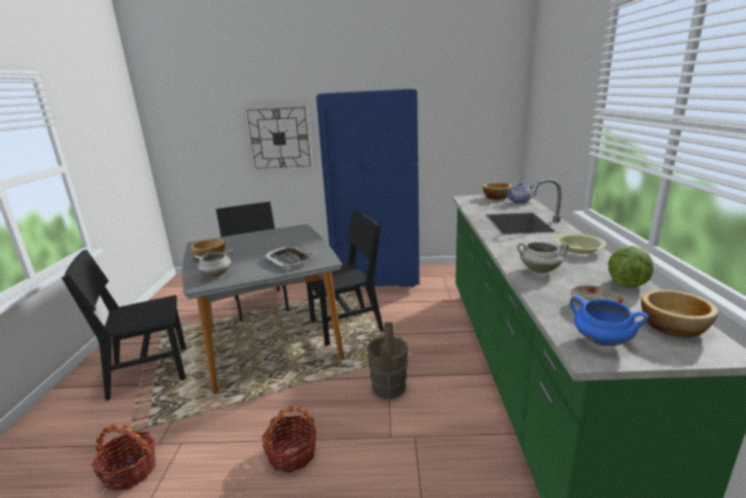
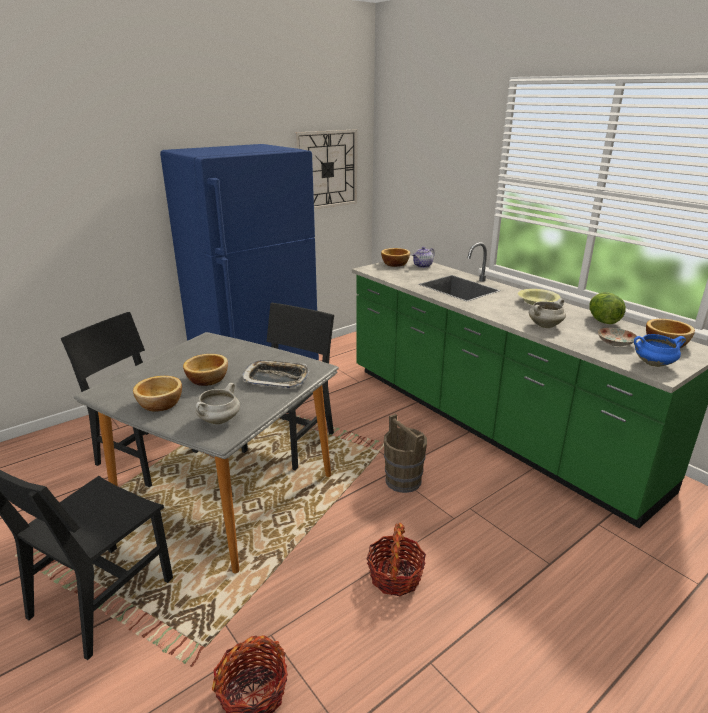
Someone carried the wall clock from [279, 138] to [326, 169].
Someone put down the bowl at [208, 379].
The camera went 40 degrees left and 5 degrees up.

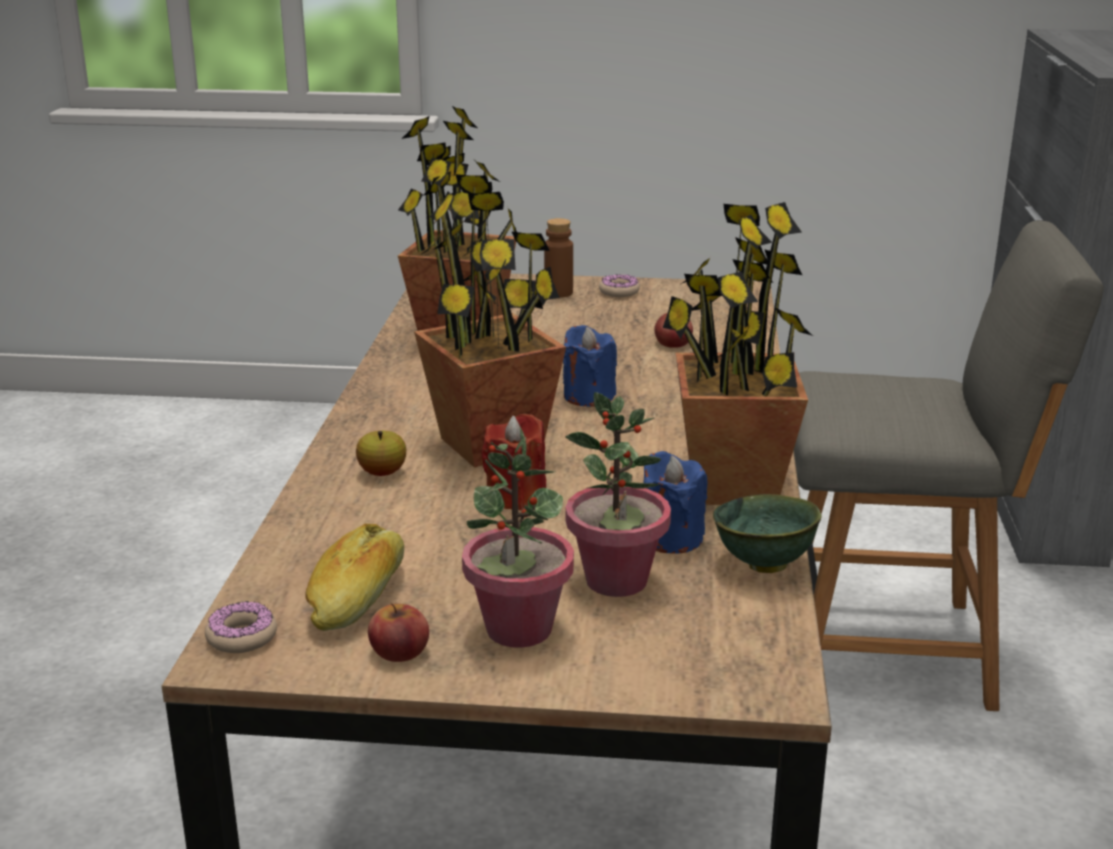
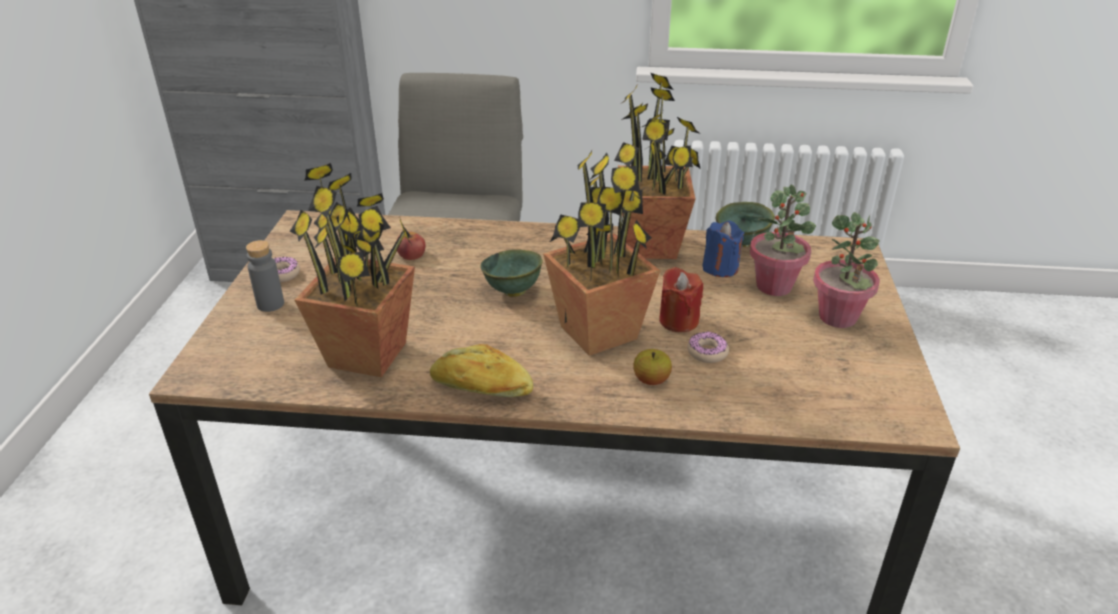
Someone repainted the brown bottle at [558, 293], which became the grey bottle at [270, 304].
Someone swapped the blue candle at [588, 396] for the green bowl at [512, 292].
Someone carried the bread from [358, 598] to [481, 388].
Someone carried the donut from [242, 637] to [707, 352].
Someone took away the apple at [399, 651].
The camera went 90 degrees left and 10 degrees up.

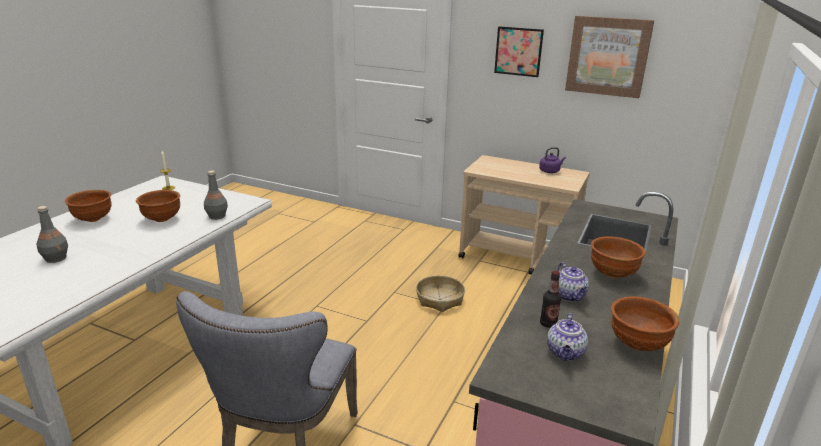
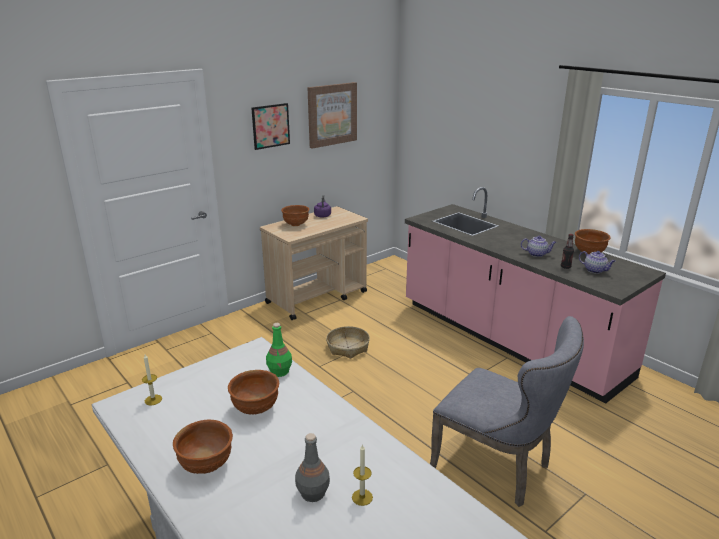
Someone repainted the grey bottle at [217, 216], which became the green bottle at [280, 371].
Someone carried the brown bowl from [613, 274] to [296, 224].
Someone put down the candle at [362, 497].
The camera went 65 degrees left and 0 degrees up.

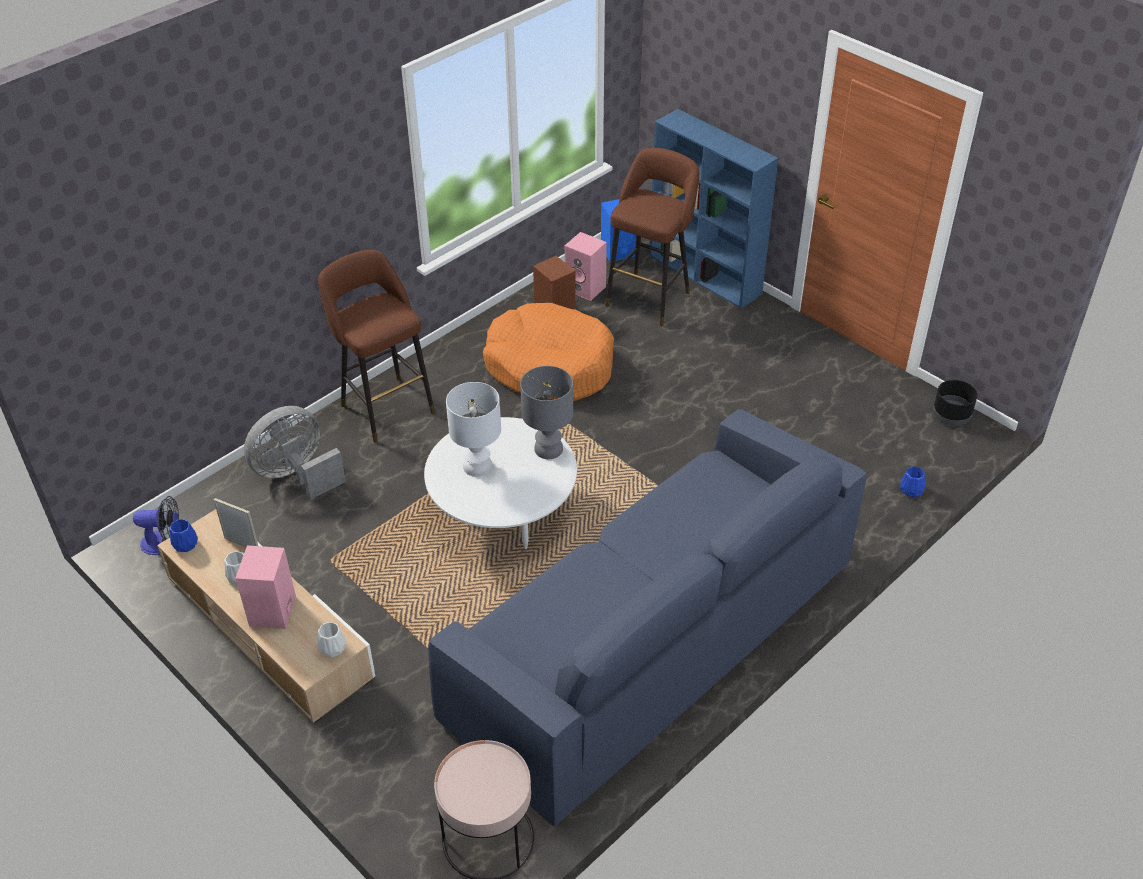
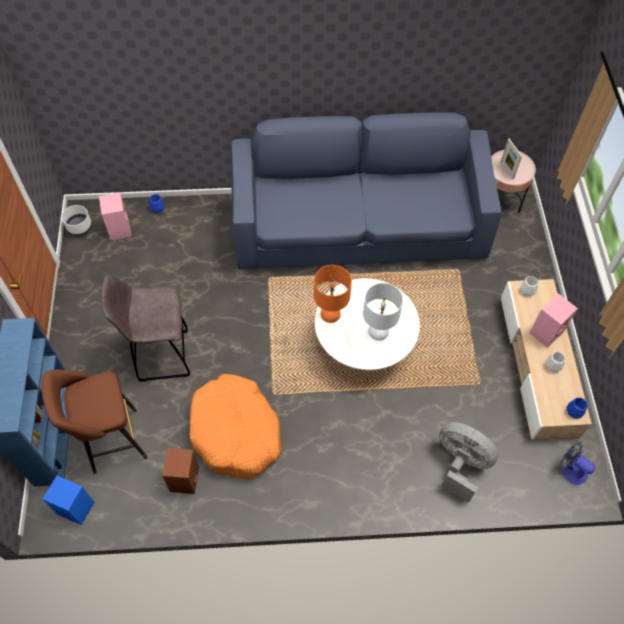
Someone carried the pink speaker from [586, 288] to [119, 228].
Someone took away the brown stool at [384, 406].
Someone repainted the grey table lamp at [548, 449], which became the orange table lamp at [331, 313].
Someone repainted the black planter at [951, 415], which became the white planter at [80, 228].
Someone rotated the grey fan at [296, 475] by 150 degrees counterclockwise.
Someone carried the picture frame from [241, 544] to [507, 170].
Someone put down the grey stool at [161, 355].
The camera went 140 degrees left and 15 degrees up.

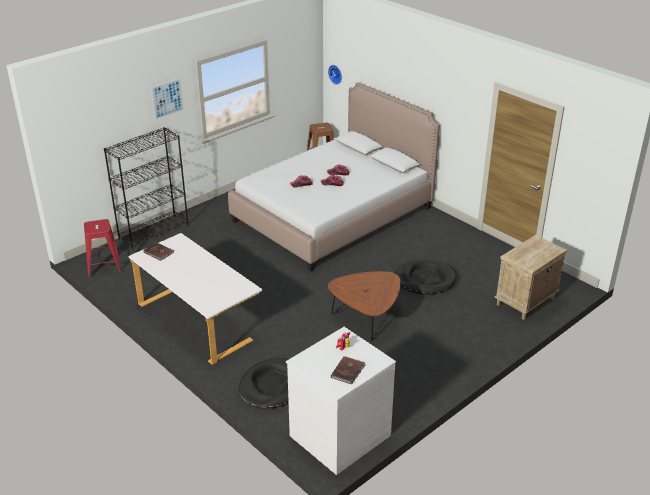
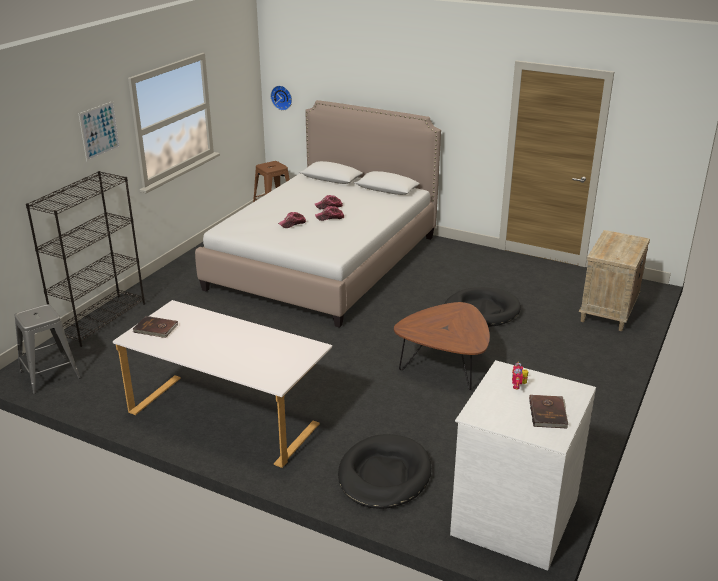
Someone repainted the red stool at [104, 266], which became the grey stool at [50, 375].
The camera went 20 degrees left and 5 degrees down.

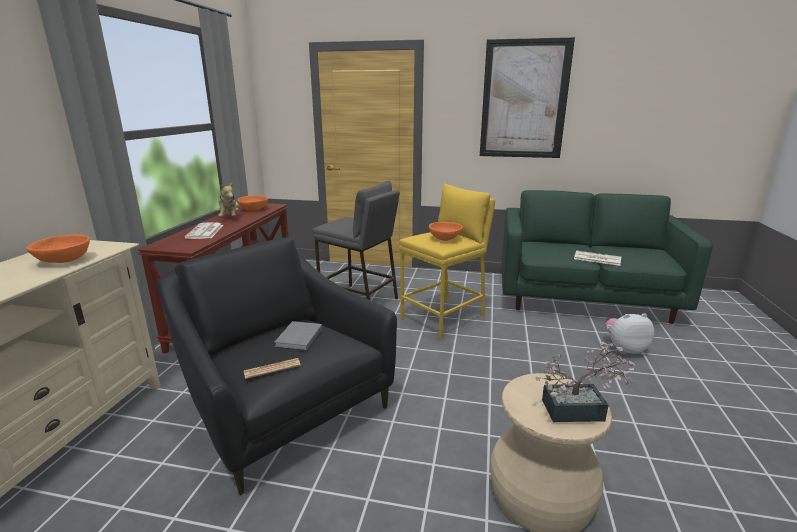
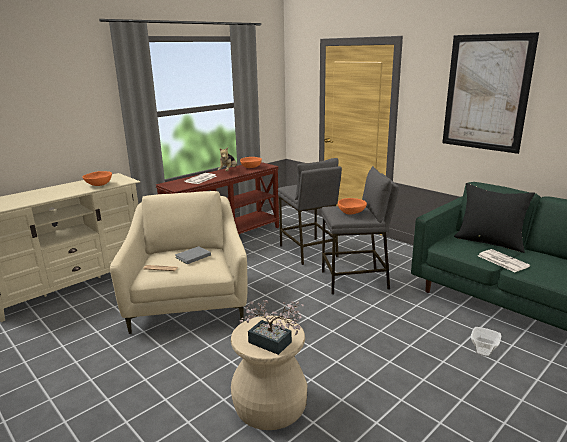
Someone repainted the yellow stool at [444, 318], which became the grey stool at [355, 280].
Someone repainted the black armchair at [281, 408], which became the beige armchair at [189, 301].
Someone swapped the plush toy at [624, 349] for the bowl at [482, 352].
Someone put down the black pillow at [489, 242].
The camera went 35 degrees right and 0 degrees up.

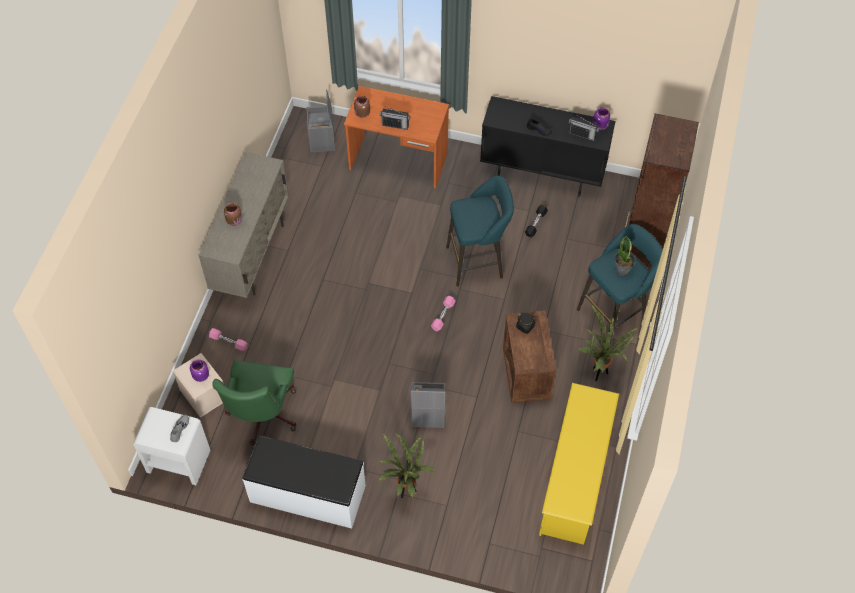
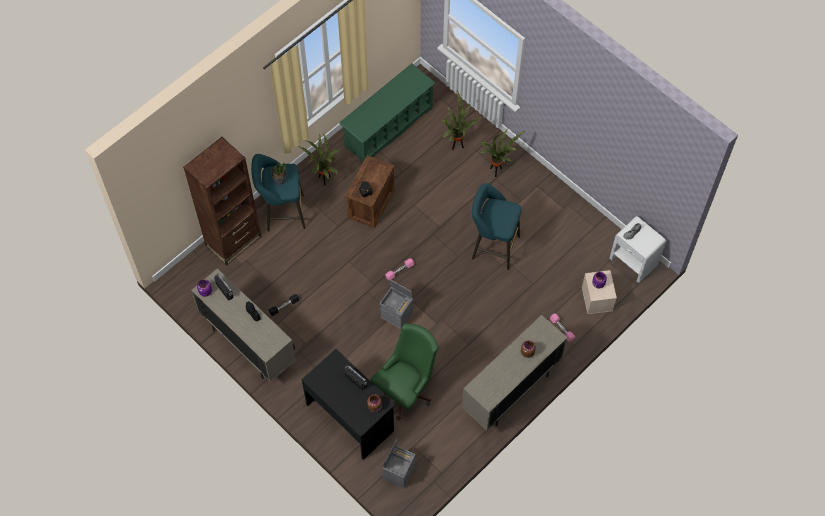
Someone repainted the orange desk at [398, 162], which became the black desk at [350, 416].
Someone repainted the black cabinet at [542, 175], which became the beige cabinet at [248, 344].
Someone carried the turquoise stool from [478, 261] to [492, 246].
Someone carried the green office chair from [261, 417] to [406, 389].
Someone carried the grey storage box from [427, 415] to [397, 314].
Someone repainted the yellow shoe rack at [574, 478], which became the green shoe rack at [388, 127].
Someone took away the white bench at [307, 494].
Someone put down the potted plant at [457, 145].
The camera went 150 degrees left and 5 degrees up.

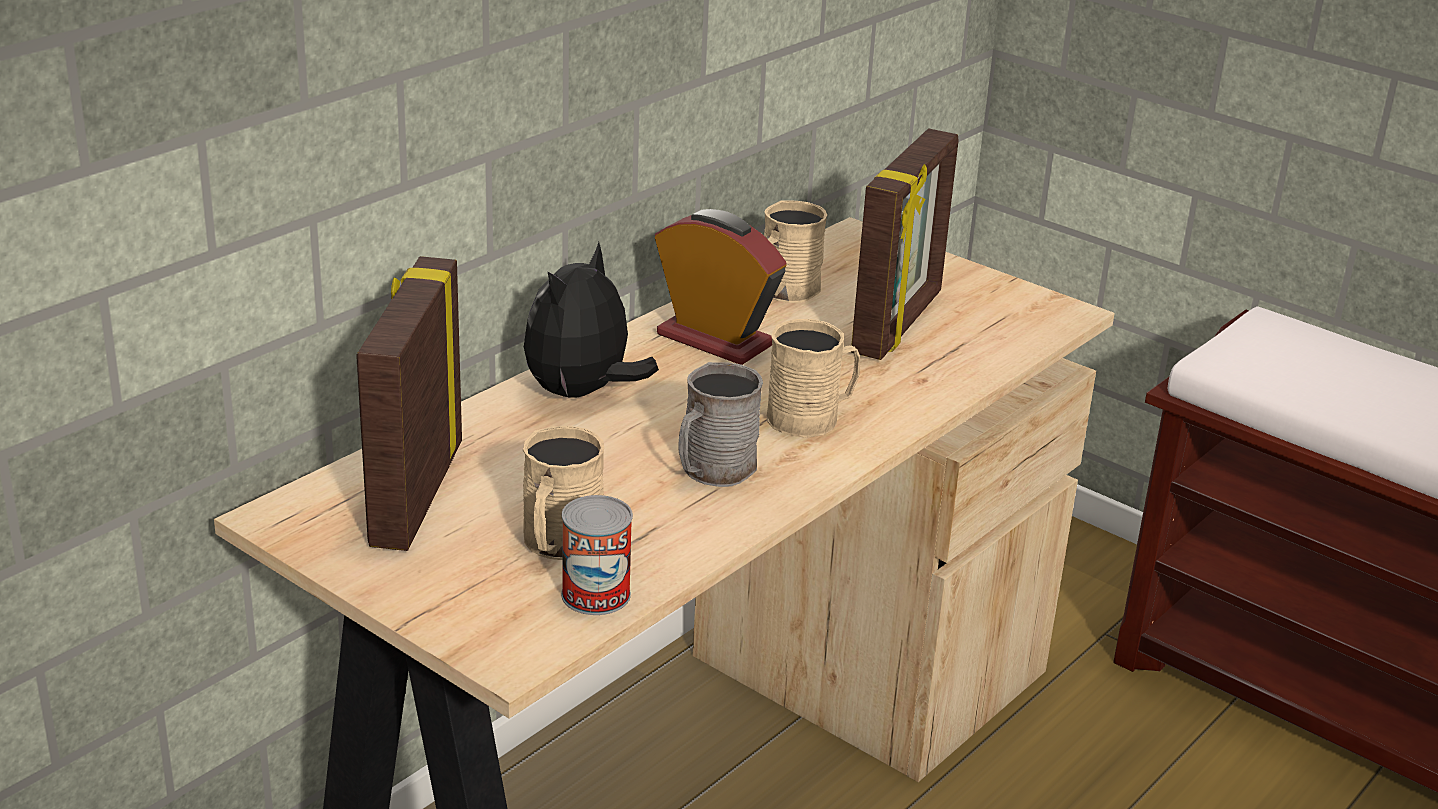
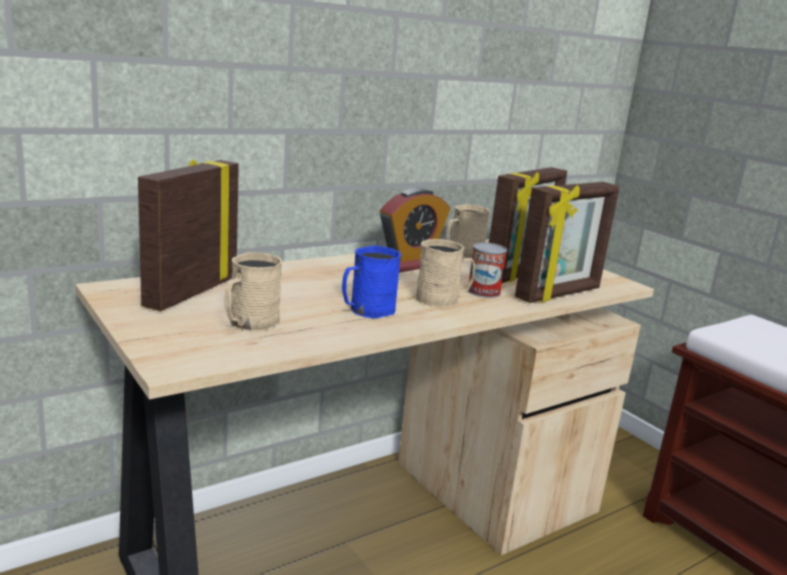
Someone rotated the alarm clock at [715, 340] by 90 degrees clockwise.
Someone took away the plush toy at [582, 393].
Someone repainted the grey mug at [712, 471], which became the blue mug at [367, 311].
Someone carried the can from [596, 594] to [483, 292].
Someone put down the picture frame at [559, 294].
The camera went 15 degrees right and 10 degrees down.

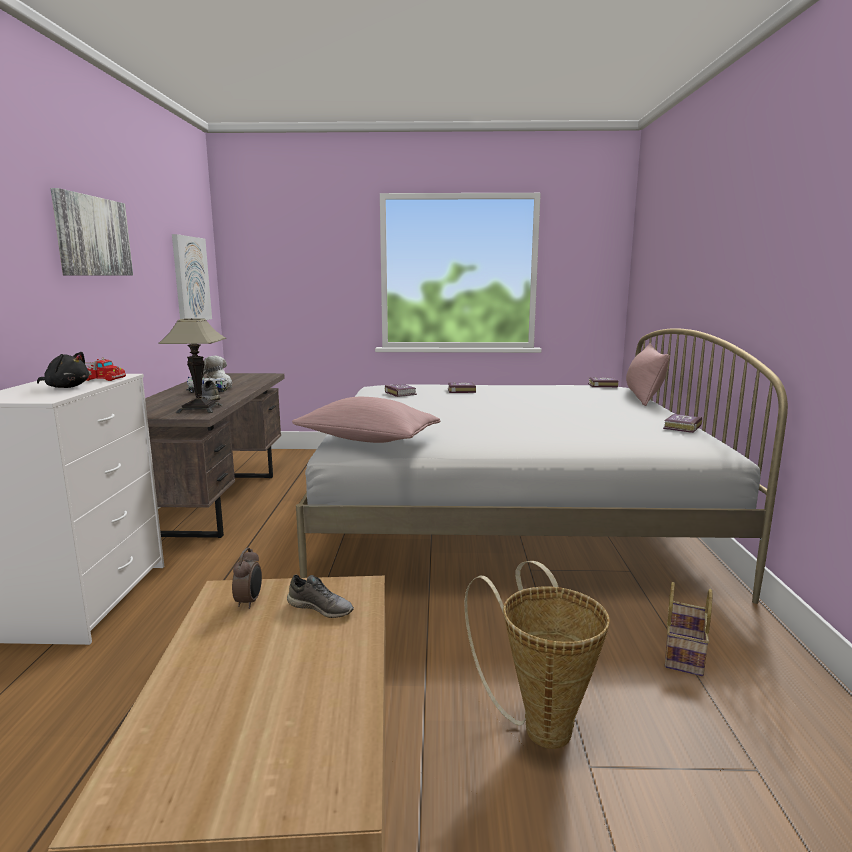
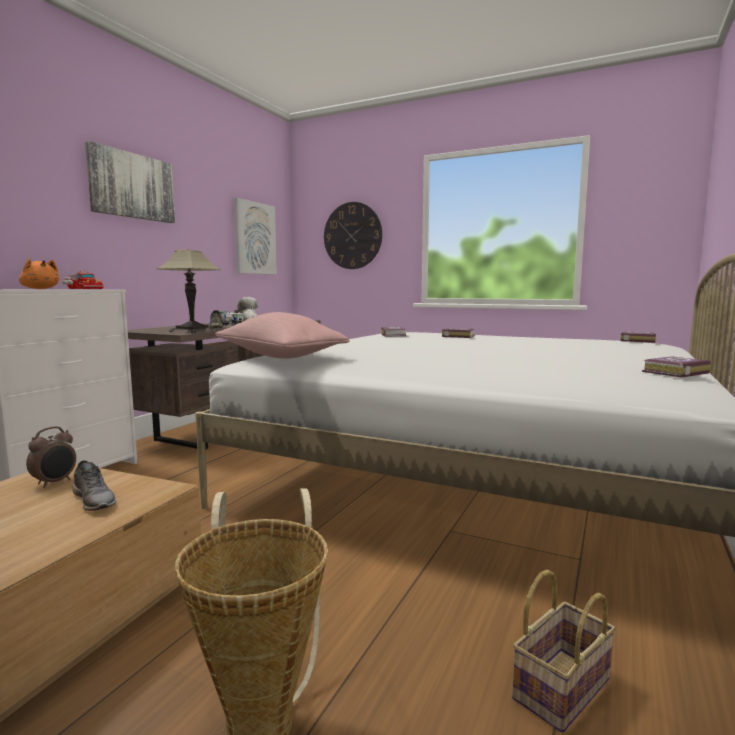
Someone took away the pink pillow at [643, 396].
Someone repainted the black plush toy at [66, 387], which became the orange plush toy at [40, 289].
Someone put up the wall clock at [352, 236].
The camera went 25 degrees right and 5 degrees down.

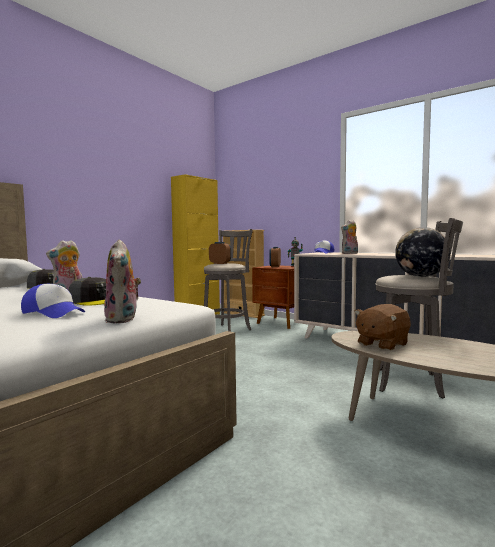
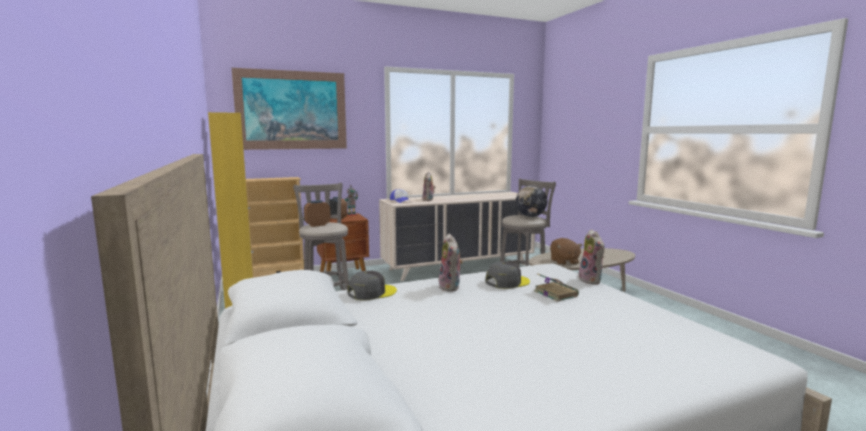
Someone rotated the plush toy at [123, 319] by 60 degrees clockwise.
Someone swapped the cap at [54, 313] for the book at [555, 293].
Someone put up the picture at [292, 110].
The camera went 60 degrees left and 5 degrees up.

